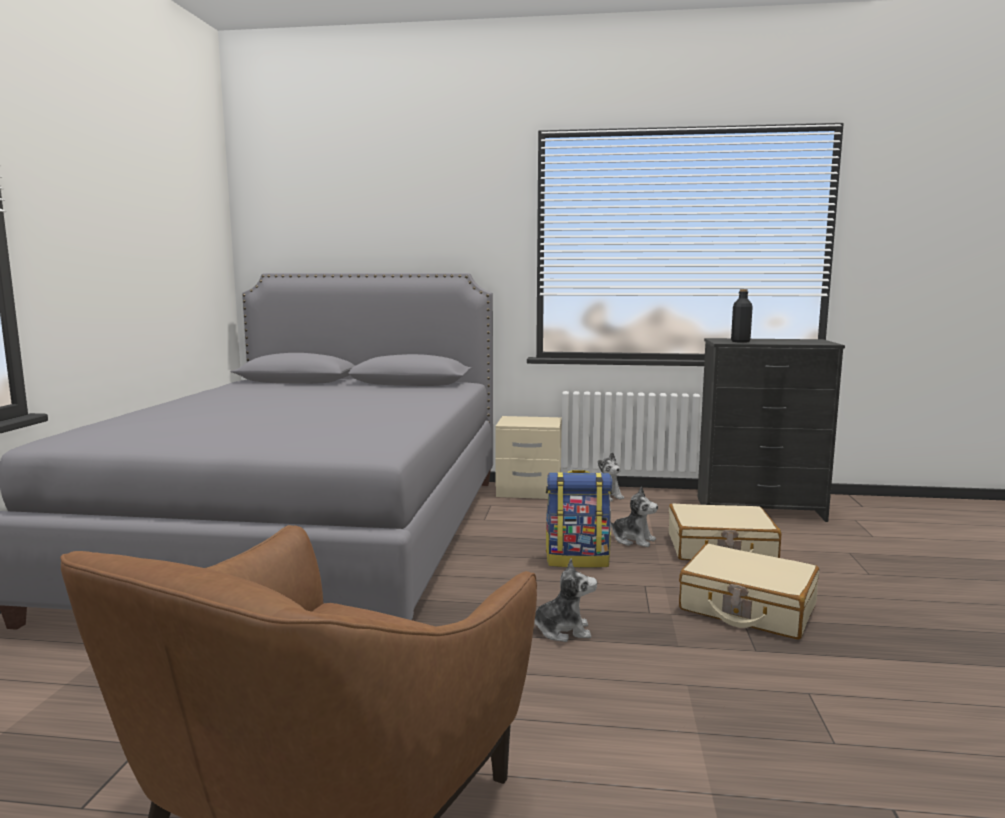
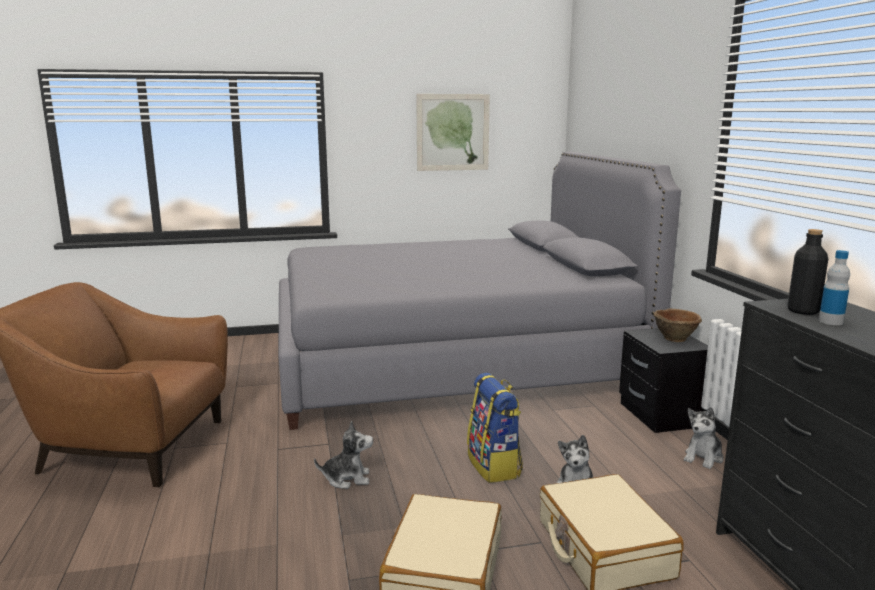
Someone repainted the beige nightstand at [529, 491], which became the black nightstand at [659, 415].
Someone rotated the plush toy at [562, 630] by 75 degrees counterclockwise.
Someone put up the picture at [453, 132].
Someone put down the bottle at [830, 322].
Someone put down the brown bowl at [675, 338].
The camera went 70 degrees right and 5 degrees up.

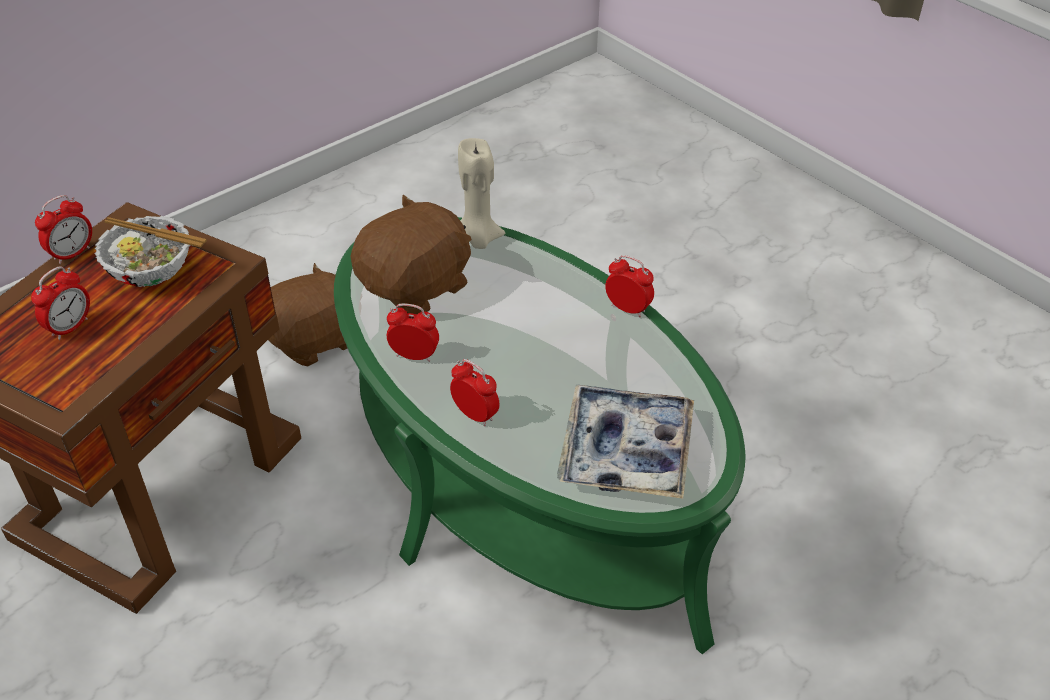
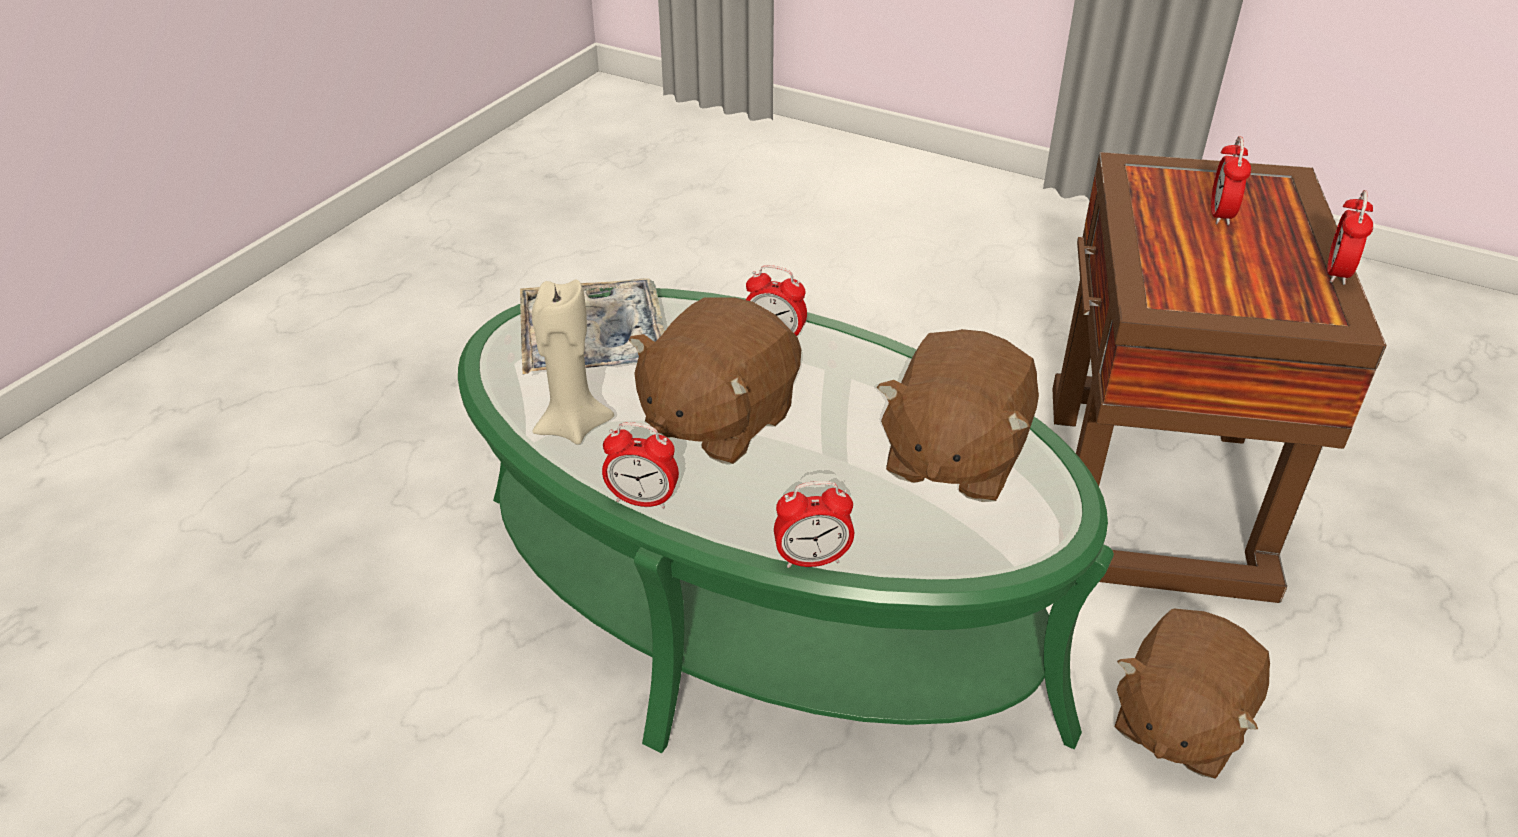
Someone carried the beige candle from [478, 239] to [572, 426].
Someone took away the bowl at [152, 272].
Someone carried the alarm clock from [414, 355] to [812, 559].
Someone put down the brown plush toy at [717, 420].
The camera went 160 degrees right and 5 degrees down.

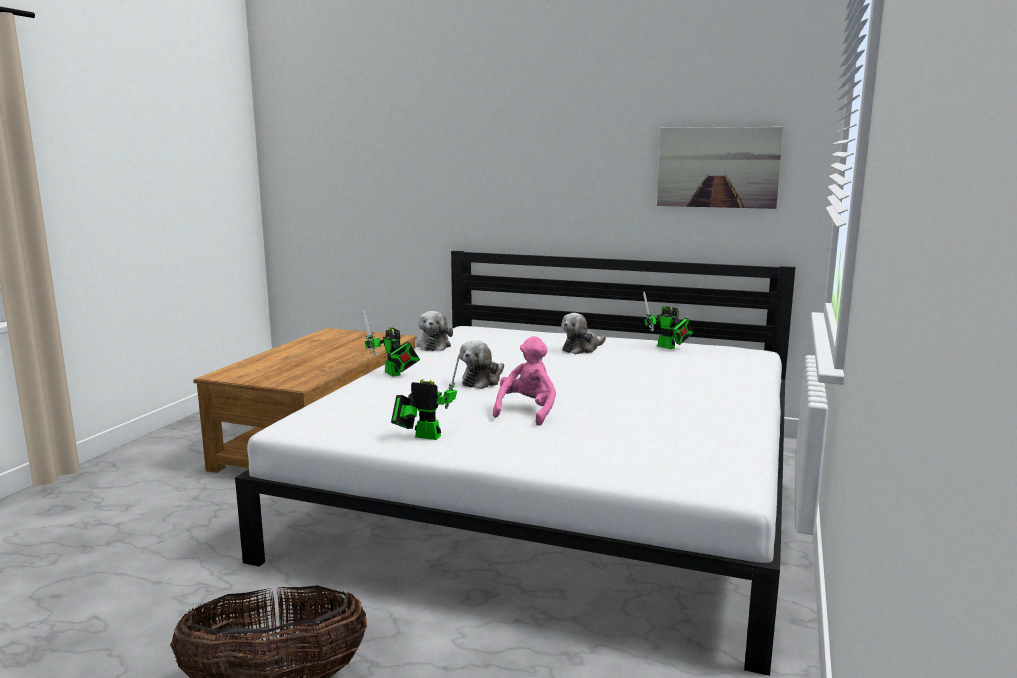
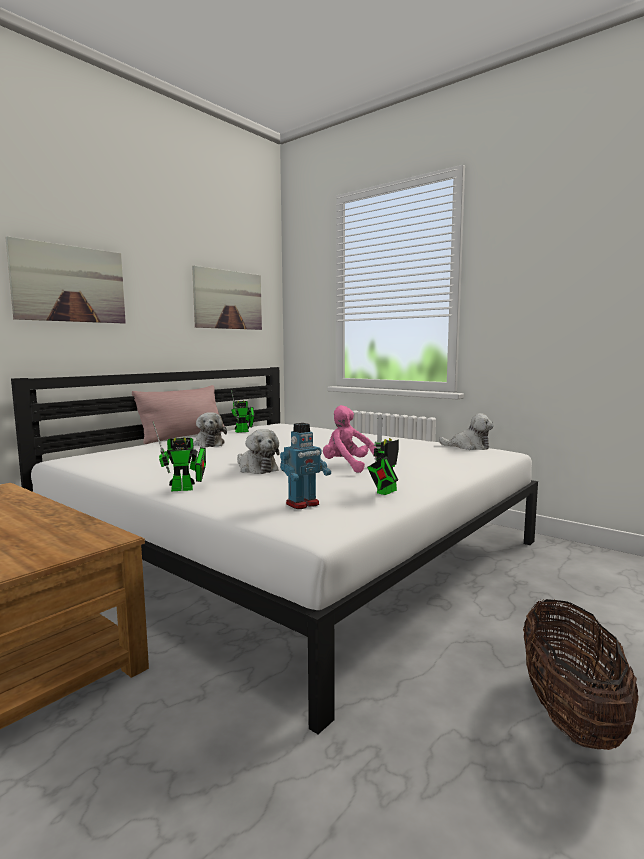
Someone carried the plush toy from [434, 345] to [469, 447].
Someone put up the picture at [70, 284].
Someone put down the pink pillow at [183, 436].
Someone put down the toy robot at [303, 504].
The camera went 70 degrees left and 5 degrees down.

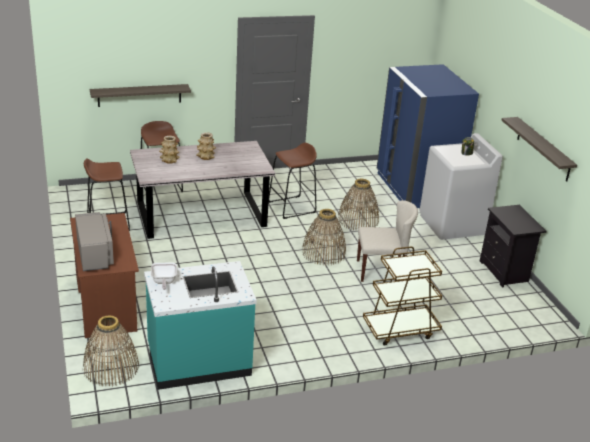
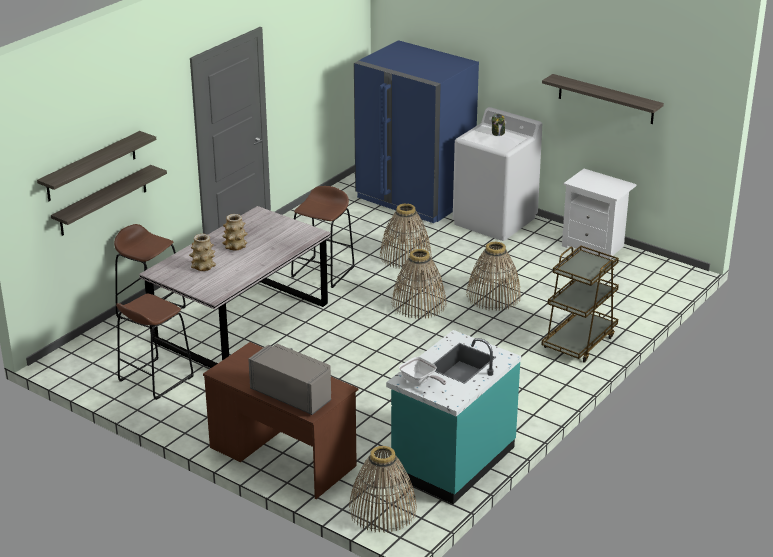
Someone swapped the beige chair at [381, 271] for the basket at [493, 296].
Someone repainted the black nightstand at [505, 272], which became the white nightstand at [595, 246].
Someone put up the shelf at [91, 166].
The camera went 35 degrees left and 0 degrees up.

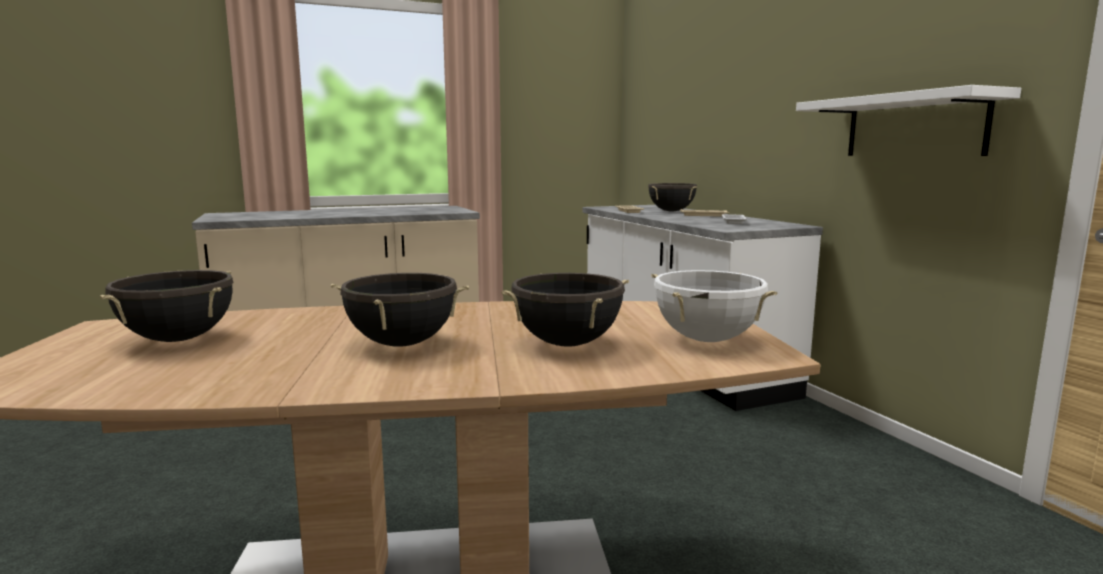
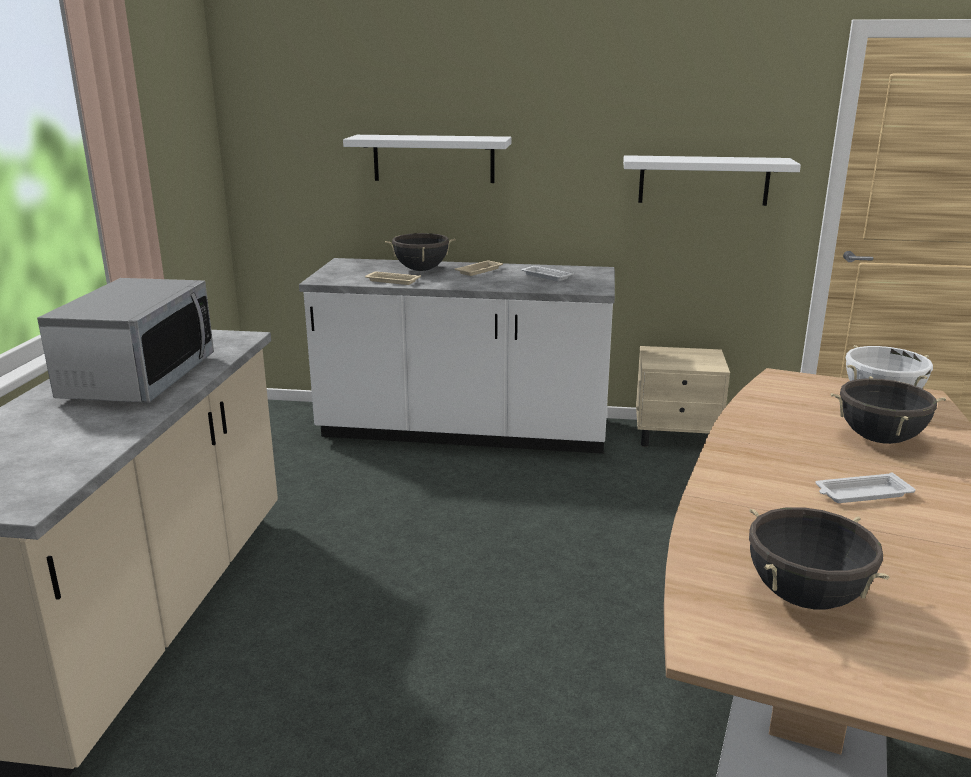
Someone swapped the black cooking pot at [402, 344] for the white tray at [861, 494].
Someone put up the white shelf at [433, 158].
Someone put down the microwave at [139, 378].
Someone put down the beige nightstand at [677, 437].
The camera went 60 degrees left and 10 degrees up.

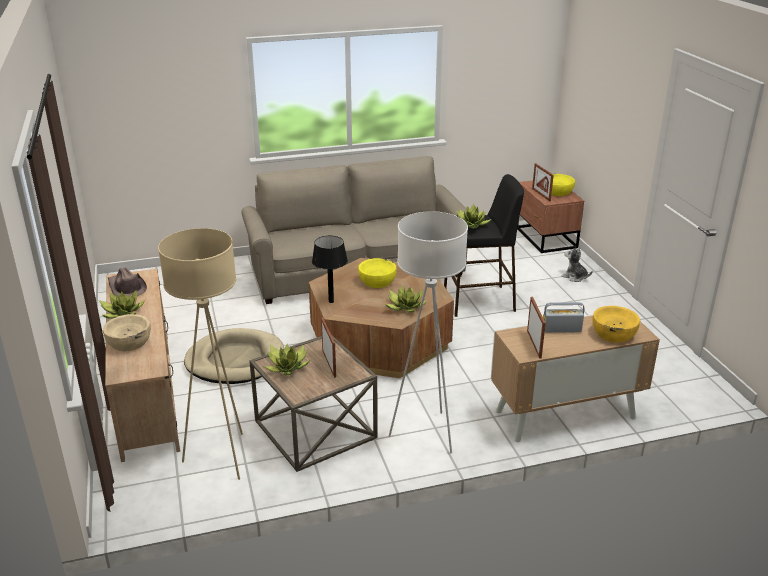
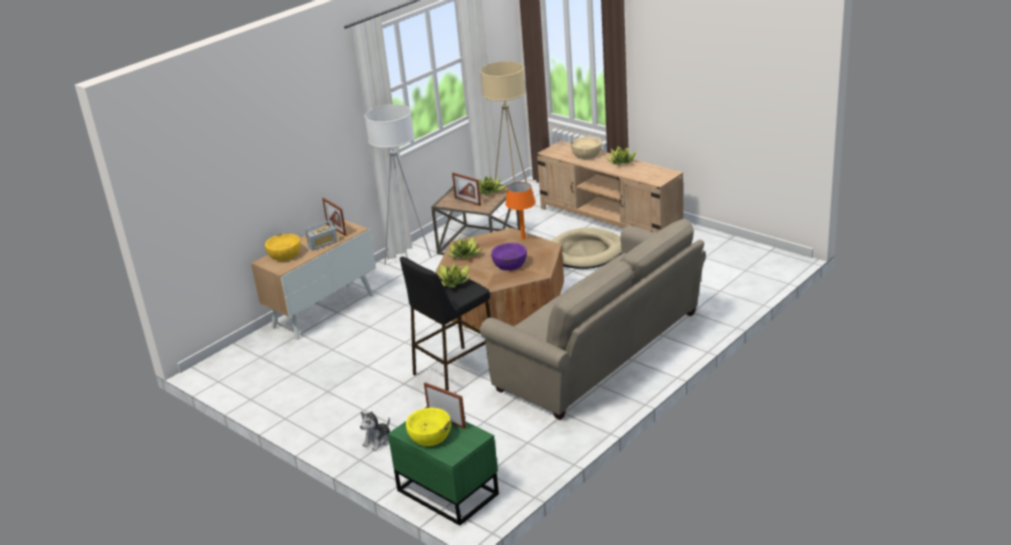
Someone repainted the brown nightstand at [545, 238], which became the green nightstand at [448, 491].
Someone repainted the black table lamp at [331, 301], which became the orange table lamp at [523, 238].
Someone rotated the plush toy at [575, 277] by 120 degrees clockwise.
Someone repainted the yellow bowl at [377, 281], which became the purple bowl at [510, 264].
Someone took away the brown hat at [126, 287].
The camera went 150 degrees right and 0 degrees up.

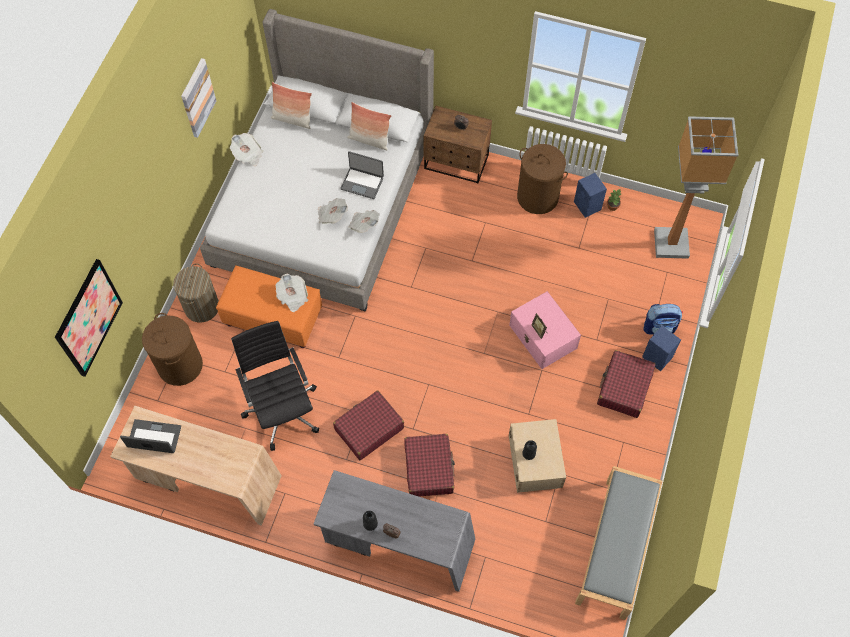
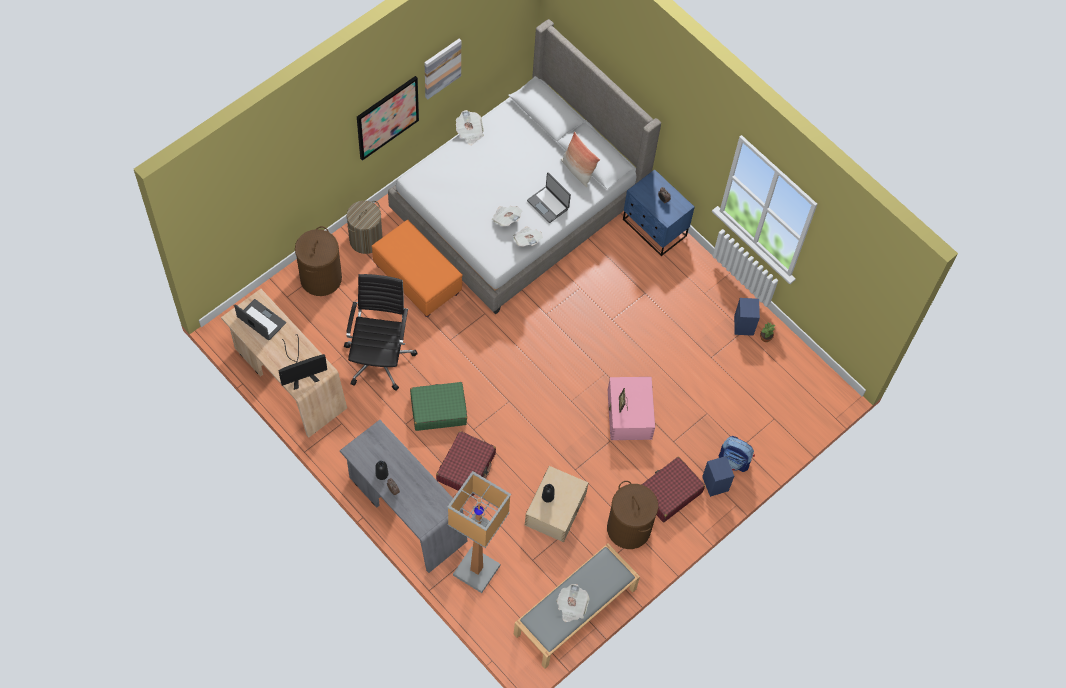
Someone took away the pillow at [292, 119].
Someone repainted the brown nightstand at [456, 163], which became the blue nightstand at [654, 228].
Someone carried the floor lamp from [671, 243] to [477, 570].
Someone carried the brown laundry basket from [538, 197] to [629, 528].
Someone carried the picture from [88, 318] to [387, 117].
Someone carried the newspaper from [292, 297] to [571, 606].
Someone repainted the red suitcase at [368, 429], which became the green suitcase at [438, 410].
Someone put down the monitor at [301, 371].
The camera went 25 degrees right and 0 degrees up.

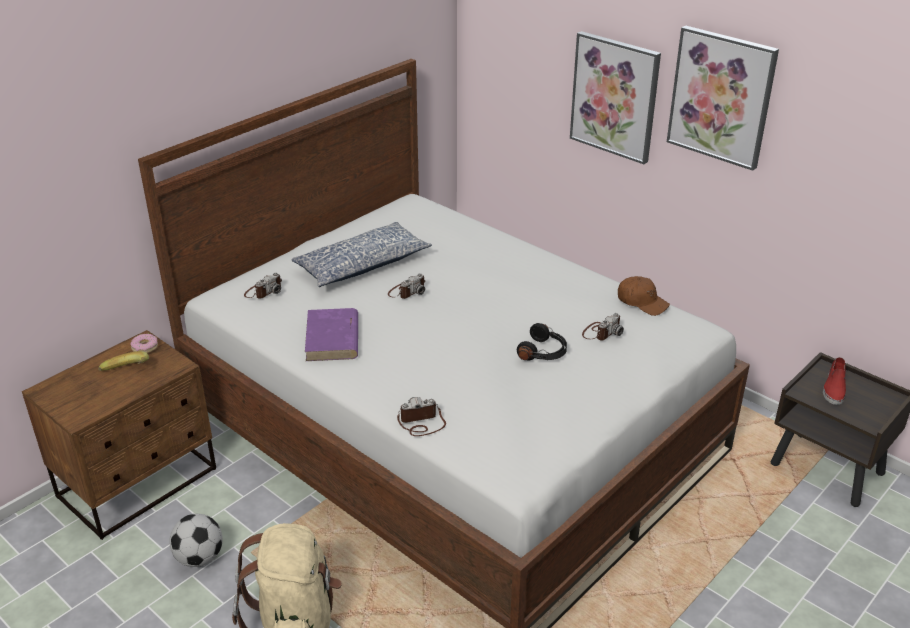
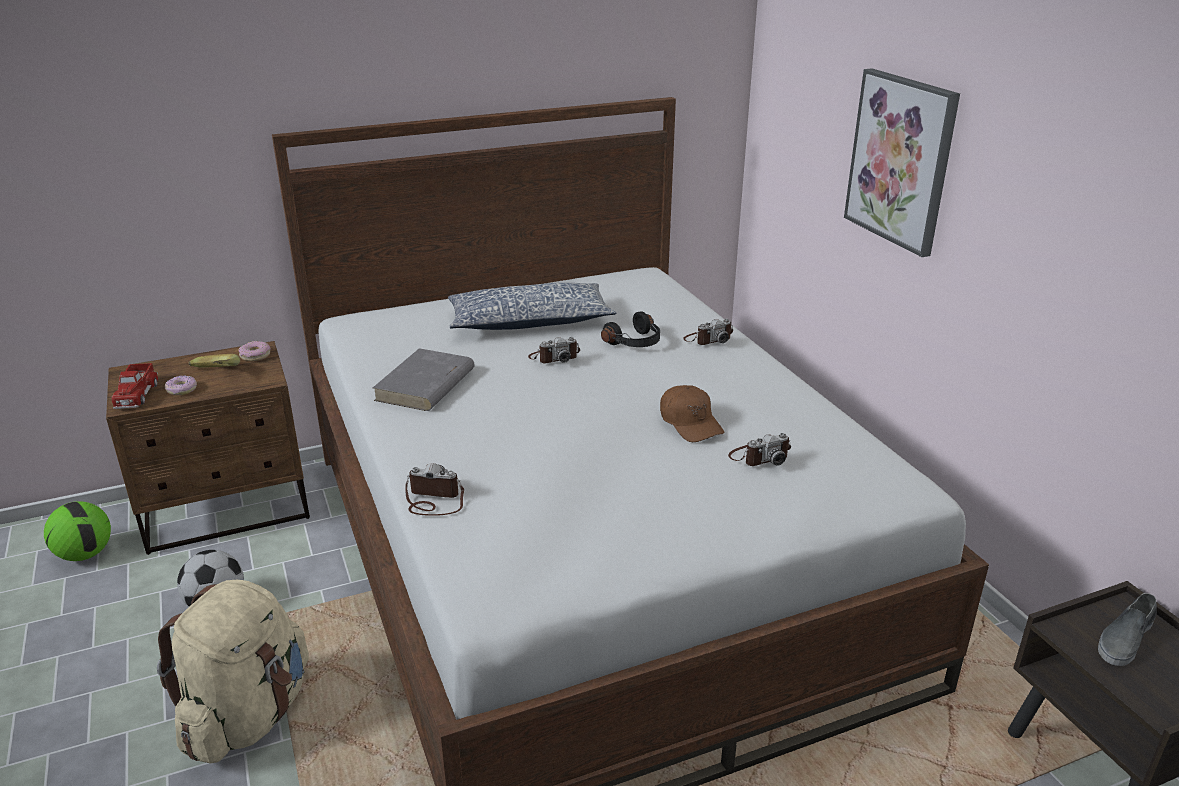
Someone took away the picture at [721, 97].
Someone carried the photo camera from [263, 291] to [708, 339].
Someone carried the brown cap from [642, 302] to [690, 423].
Someone repainted the purple book at [332, 339], which became the grey book at [425, 385].
Someone carried the black headphones from [543, 352] to [635, 343].
Someone repainted the red shoe at [834, 387], which became the grey shoe at [1124, 639].
Someone put down the toy truck at [136, 394].
Someone put down the donut at [181, 390].
Someone put down the football at [85, 554].
The camera went 25 degrees right and 5 degrees down.

